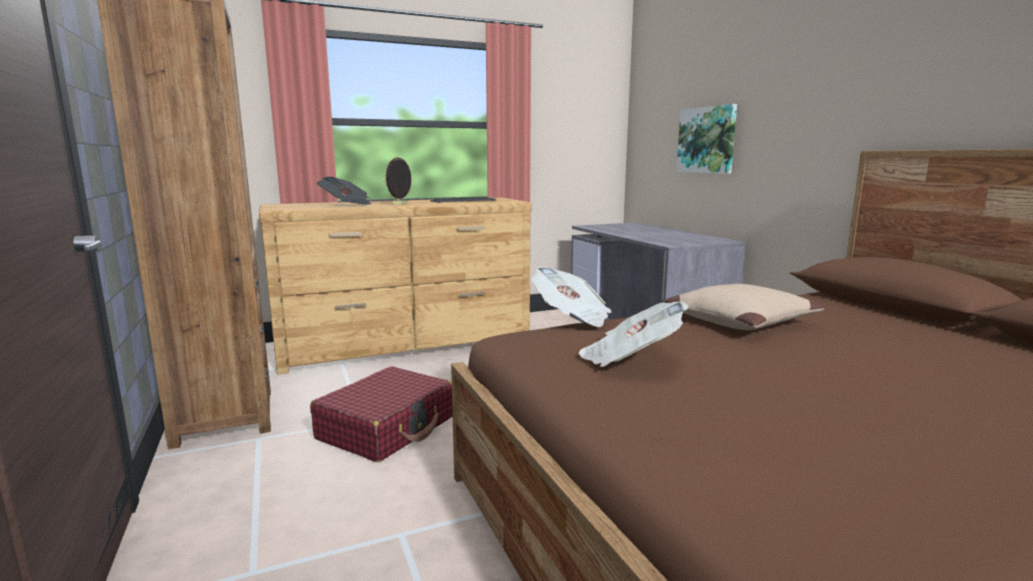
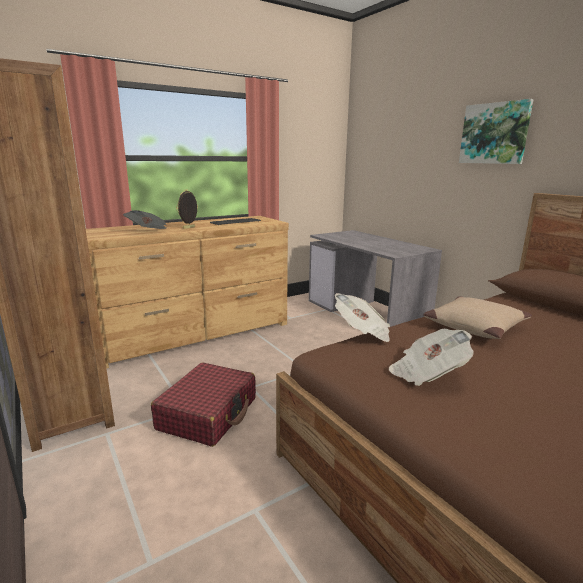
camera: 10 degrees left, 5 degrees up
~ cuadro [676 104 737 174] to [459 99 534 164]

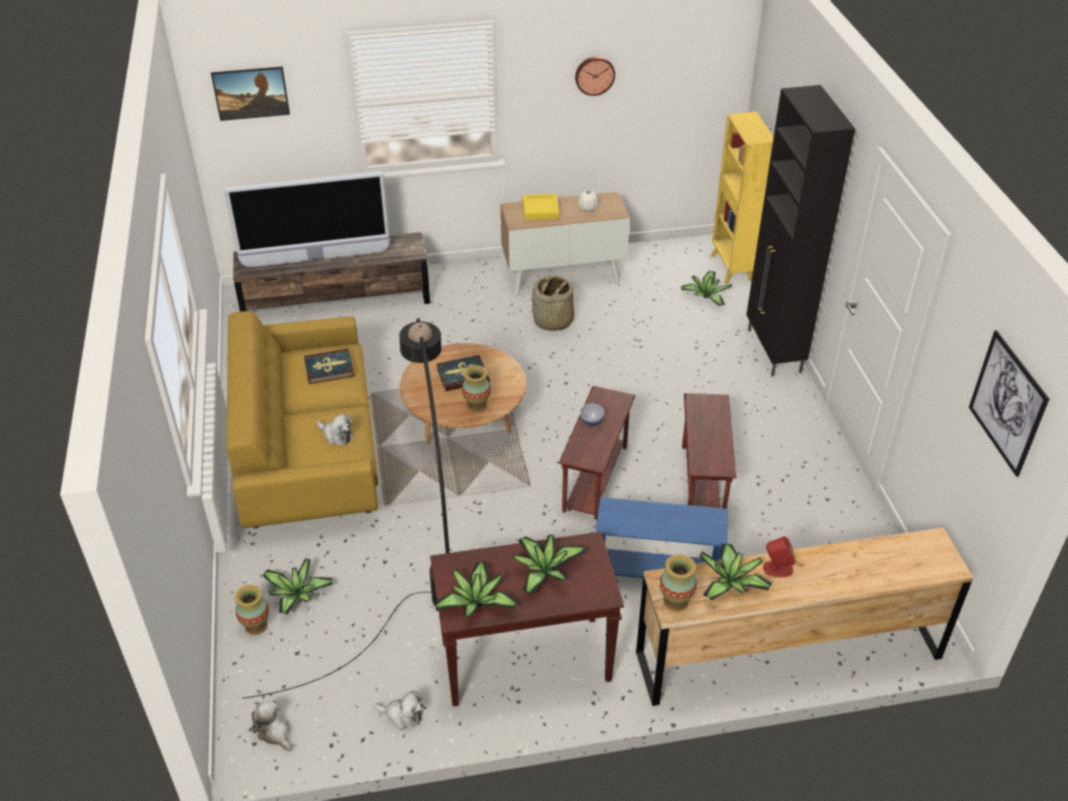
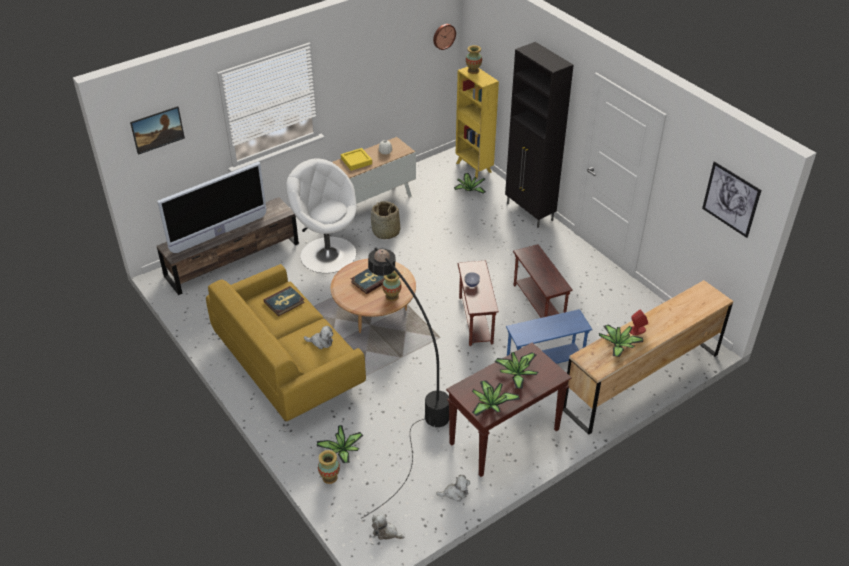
camera: 25 degrees left, 0 degrees up
~ reloj de pared [575 56 615 96] to [433 24 456 50]
~ florero [660 554 697 611] to [466 45 482 74]
+ sillón/blanco [286 158 356 273]

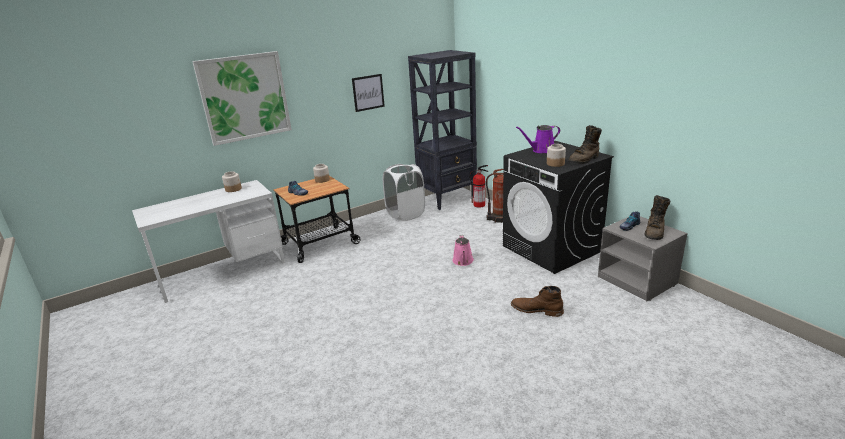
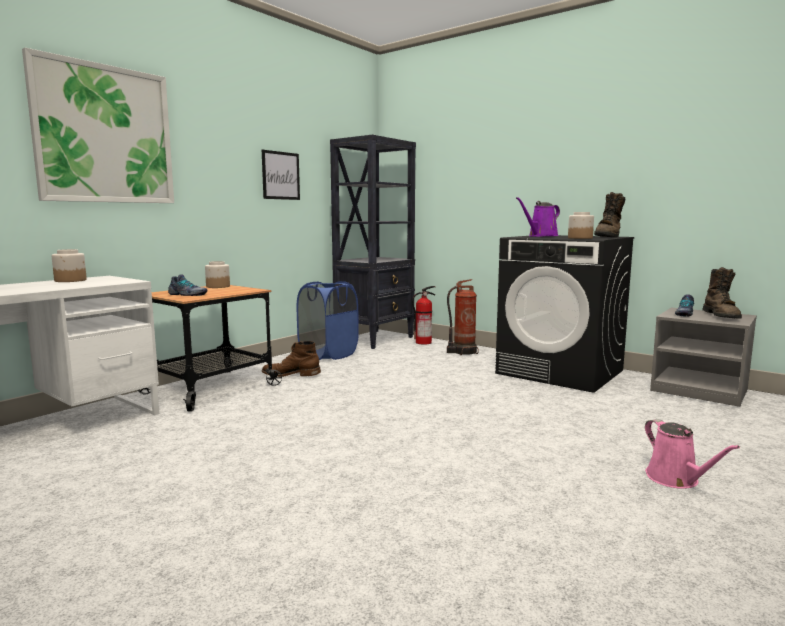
camera: 20 degrees left, 15 degrees down
~ cesto de la ropa/blanco [383 164 425 221] to cesto de la ropa/azul [297 281 359 360]
~ regadera/rosa [452 235 474 266] to [645 419 740 489]
~ bota/marrón [511 286 564 317] to [262 341 321 377]

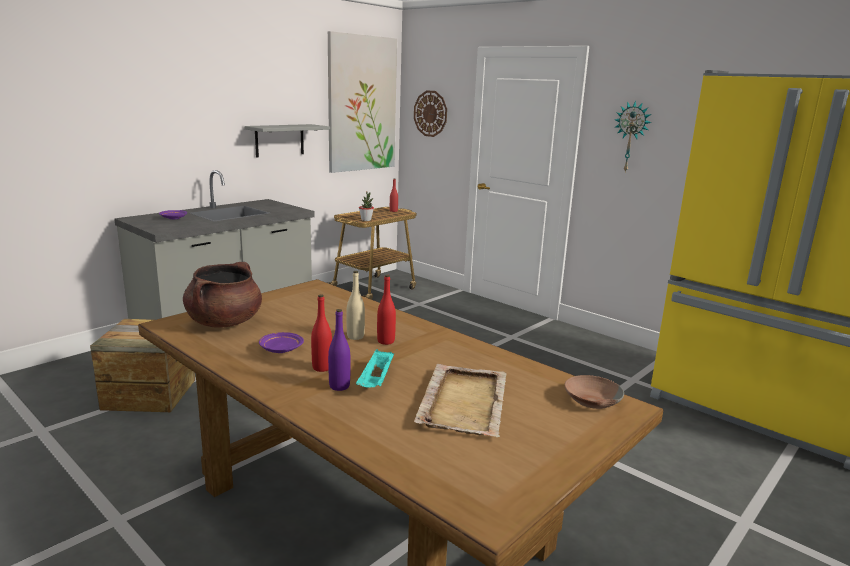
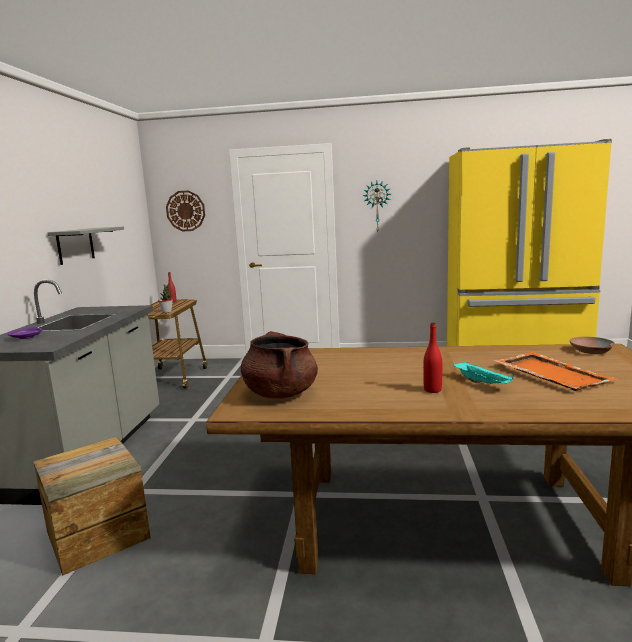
camera: 35 degrees left, 5 degrees down
- cuadro [328 31 397 173]
- botella/beis [346 271 365 340]
- botella/rojo [377 275 396 345]
- botella/morado [328 309 351 391]
- plato/morado [259 332 304 353]
~ bandeja/beis [414 364 507 437] to bandeja/naranja [493 352 618 391]

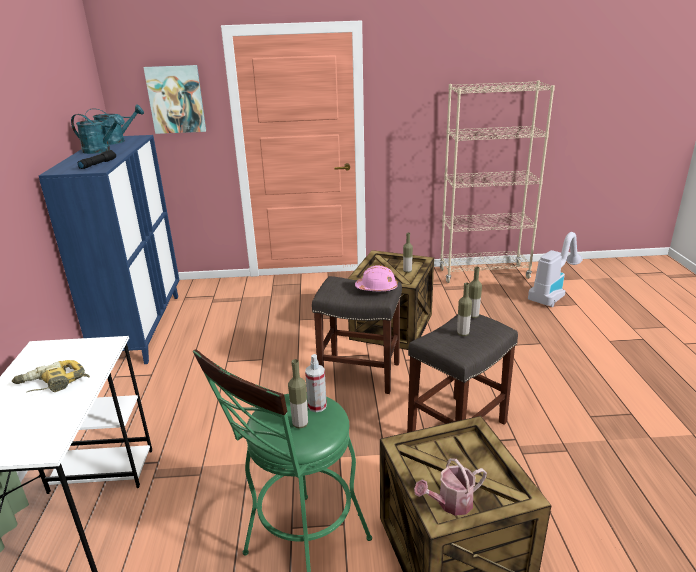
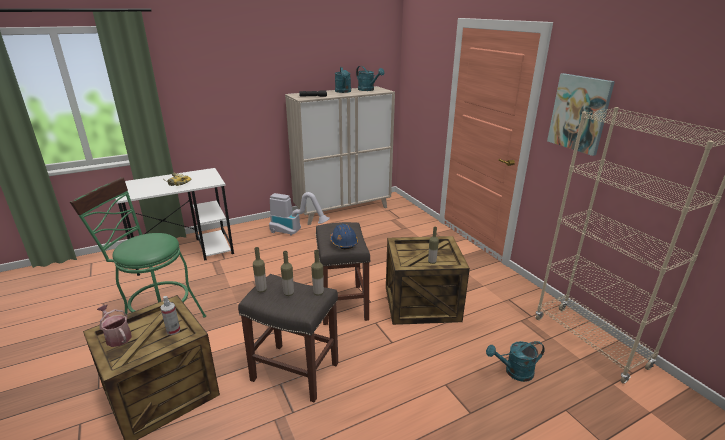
camera: 65 degrees right, 0 degrees up
~ cuadro [143 65 206 134] to [547 73 615 156]
~ armario/azul [39 135 179 364] to armario/beis [285 86 395 225]
~ aspiradora [528 232 583 307] to [269 192 330 236]
~ casco/rosa [355 265 398 291] to casco/azul [330 224 358 249]
~ pulverizador [305 354 327 412] to [160 296 180 335]
~ botella [288 359 308 429] to [253 247 267 292]
+ regadera/turquesa [486 341 545 382]

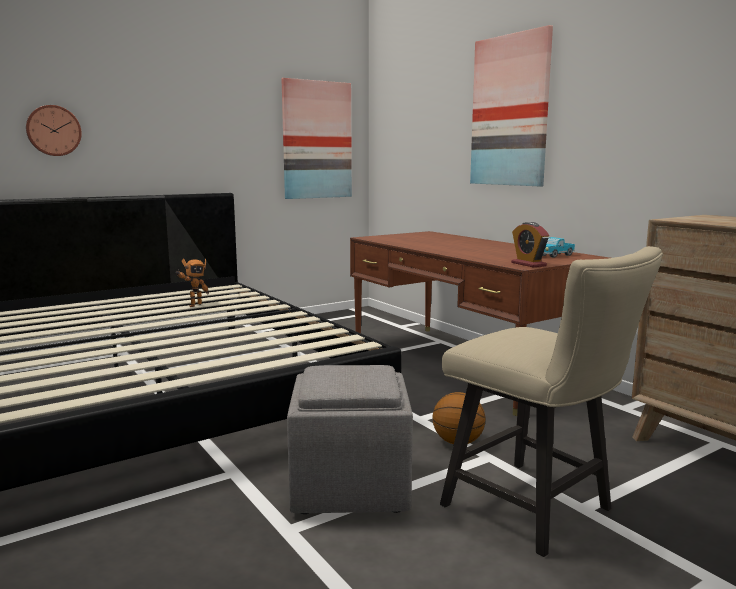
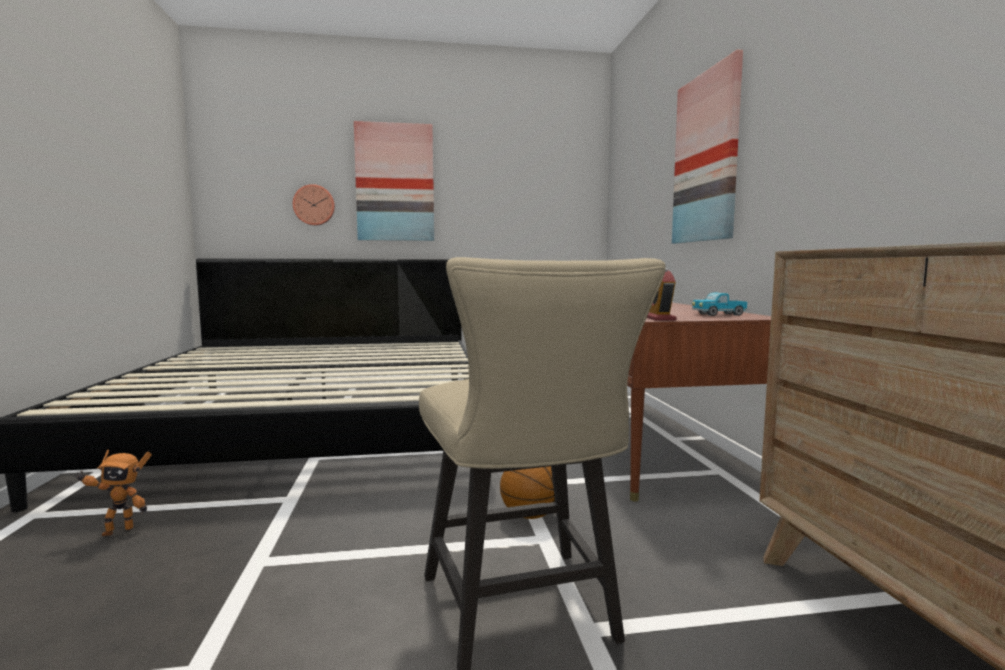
camera: 25 degrees right, 5 degrees down
~ cuadro [281 78 352 199] to [354 121 434 241]
~ robot de juguete [175 259 209 307] to [74 450 152 536]
- puf/gris [287 365 413 514]

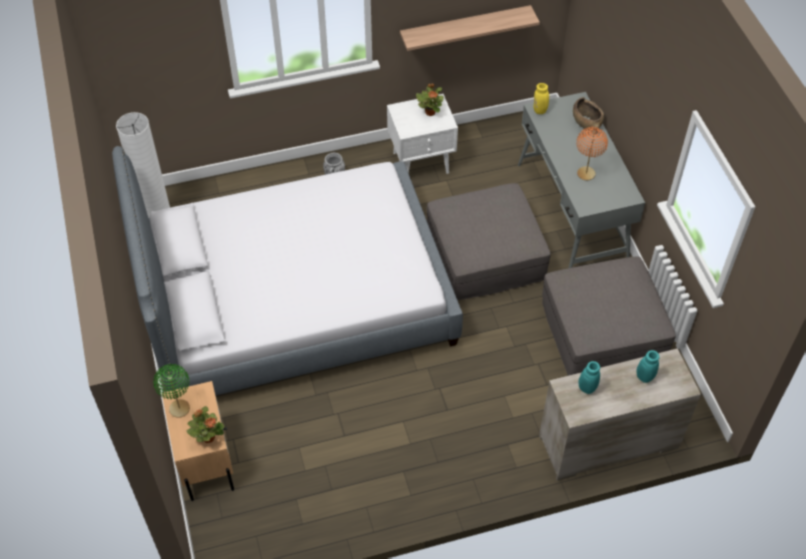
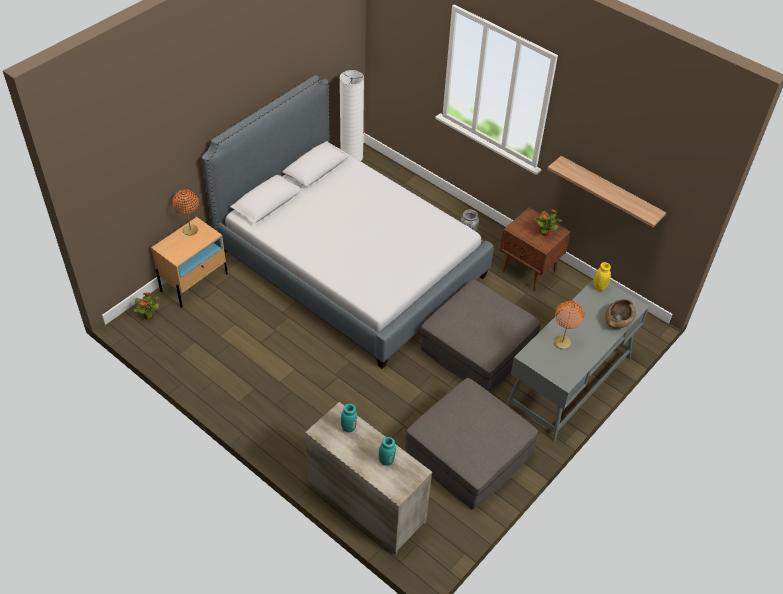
camera: 55 degrees right, 5 degrees down
~ mesita de noche/blanco [387 94 458 174] to mesita de noche/marrón [500 208 571 292]
~ lámpara de mesa/verde [153 364 190 418] to lámpara de mesa/naranja [173 189 199 236]
~ planta en maceta [187 406 224 443] to [134 292 159 320]

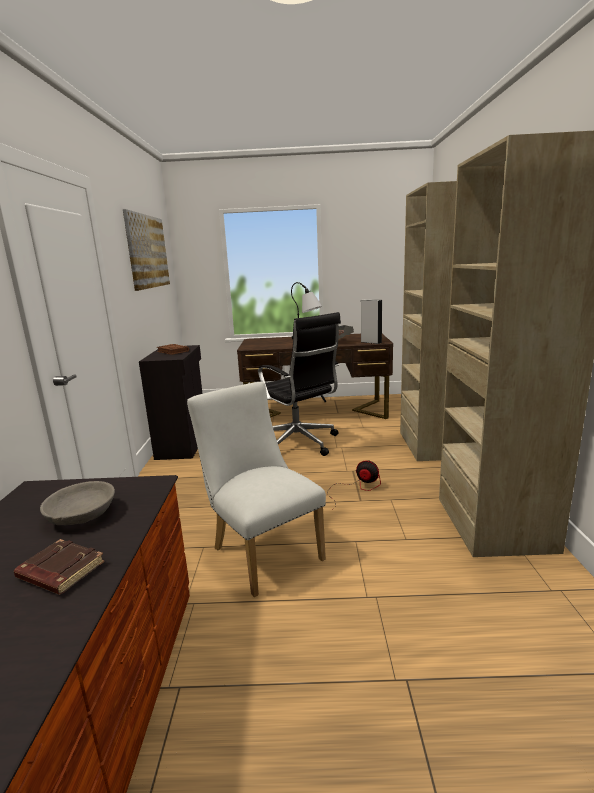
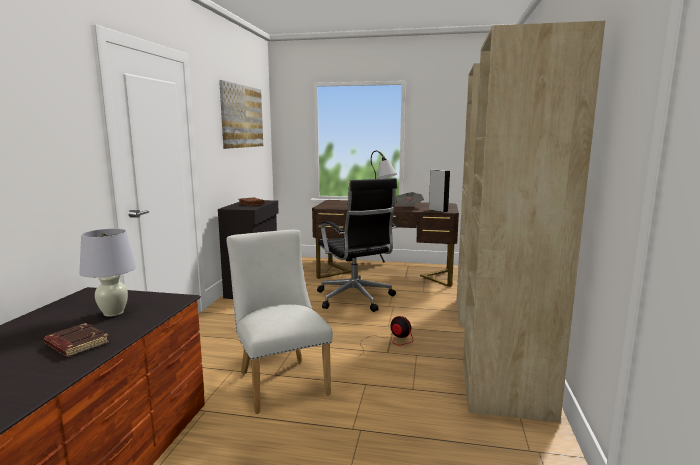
camera: 10 degrees right, 5 degrees down
~ cuenco/gris [40 481 115 525] to lámpara de mesa/blanco [79 229 136 316]

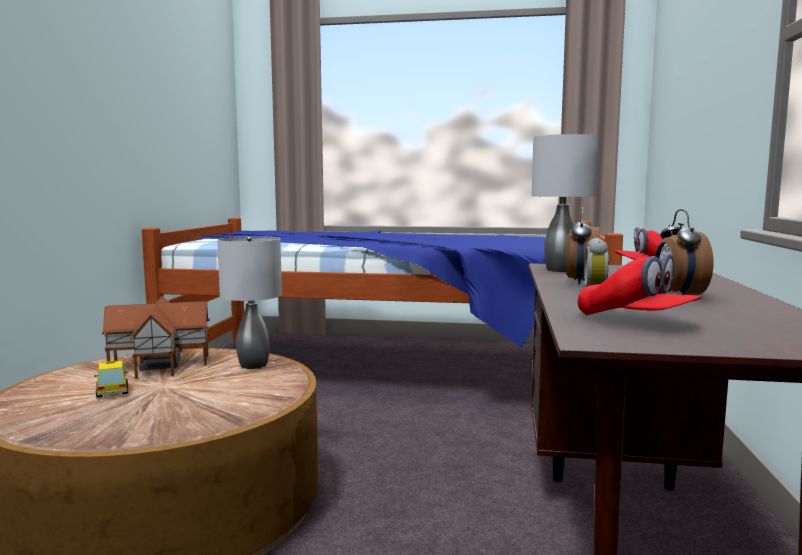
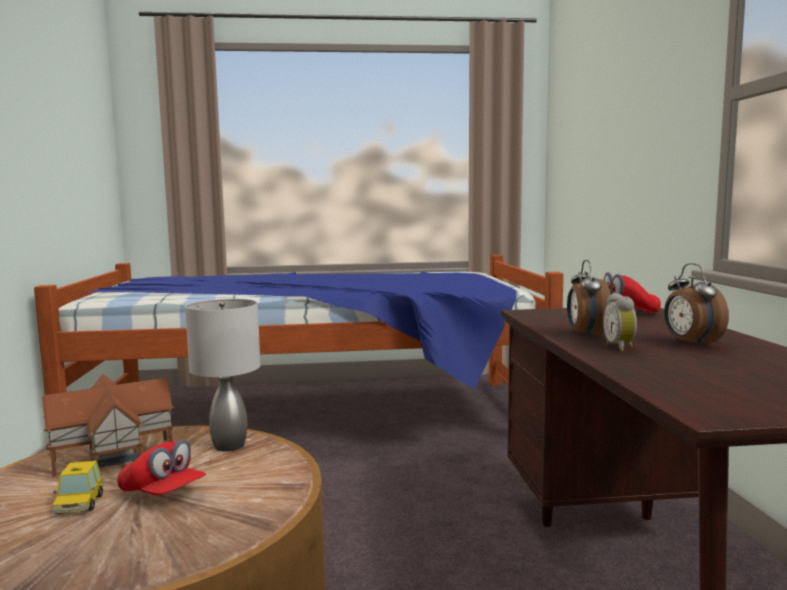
camera: 15 degrees left, 0 degrees up
- lámpara de mesa/gris [532 134 599 272]
~ gorra/rojo [578 254 702 316] to [117 439 206 495]
~ coche de juguete [94 360 129 398] = [52 461 104 514] 150 degrees counterclockwise

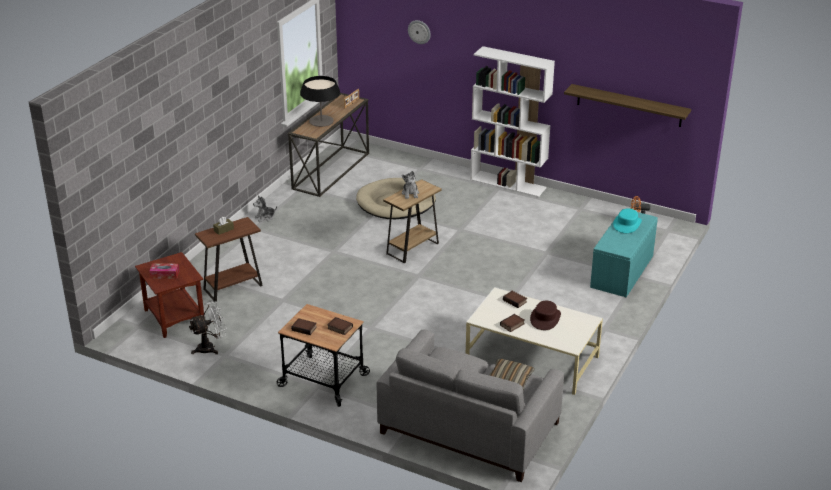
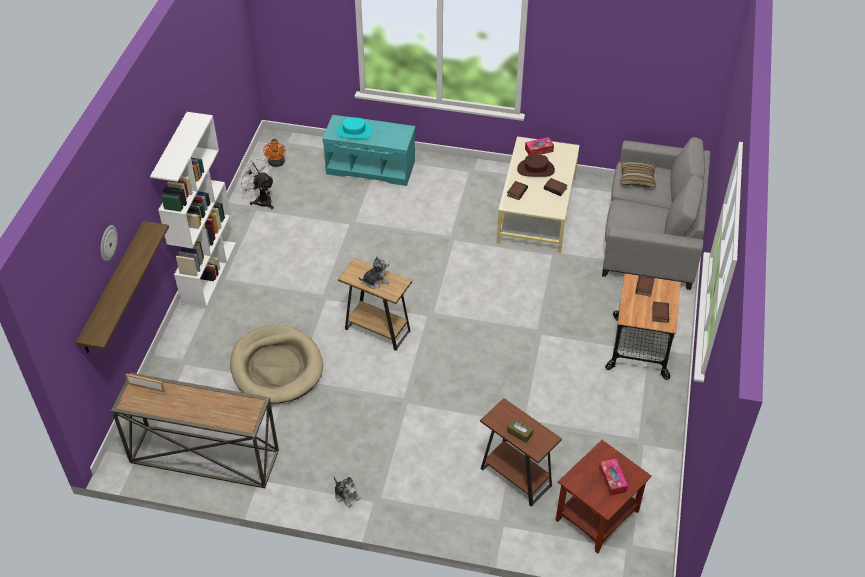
camera: 105 degrees left, 15 degrees up
- lámpara de mesa [300 76 340 127]
~ estante [564 84 691 127] to [76 221 169 353]
~ ventilador/blanco [189 301 227 354] to [237 157 274 209]
+ caja de pañuelos [525 137 554 155]

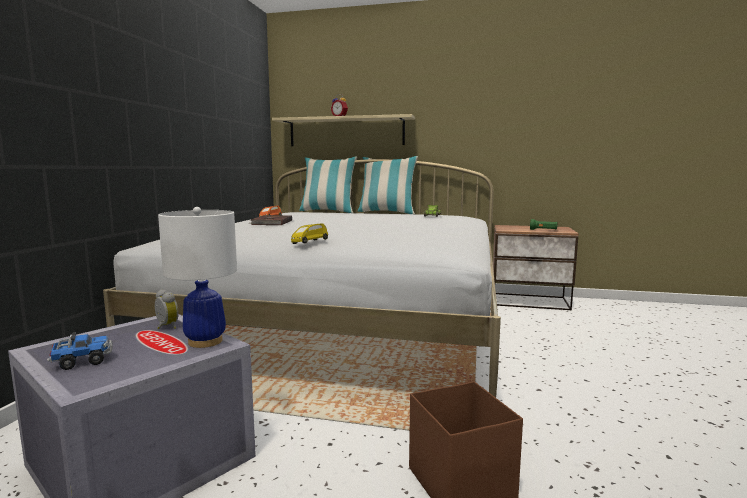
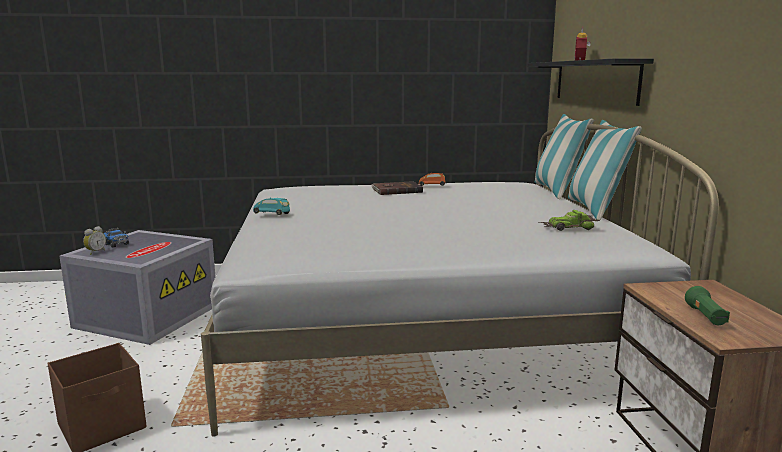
camera: 70 degrees right, 5 degrees up
~ estante/beis [272 114 415 146] to estante/negro [528 58 654 106]
- lámpara de mesa/blanco [158 207 237 348]
~ coche de juguete/amarillo [291 224 328 244] to coche de juguete/turquesa [253 198 290 215]
~ despertador [155 290 179 329] to [83 226 106 255]

